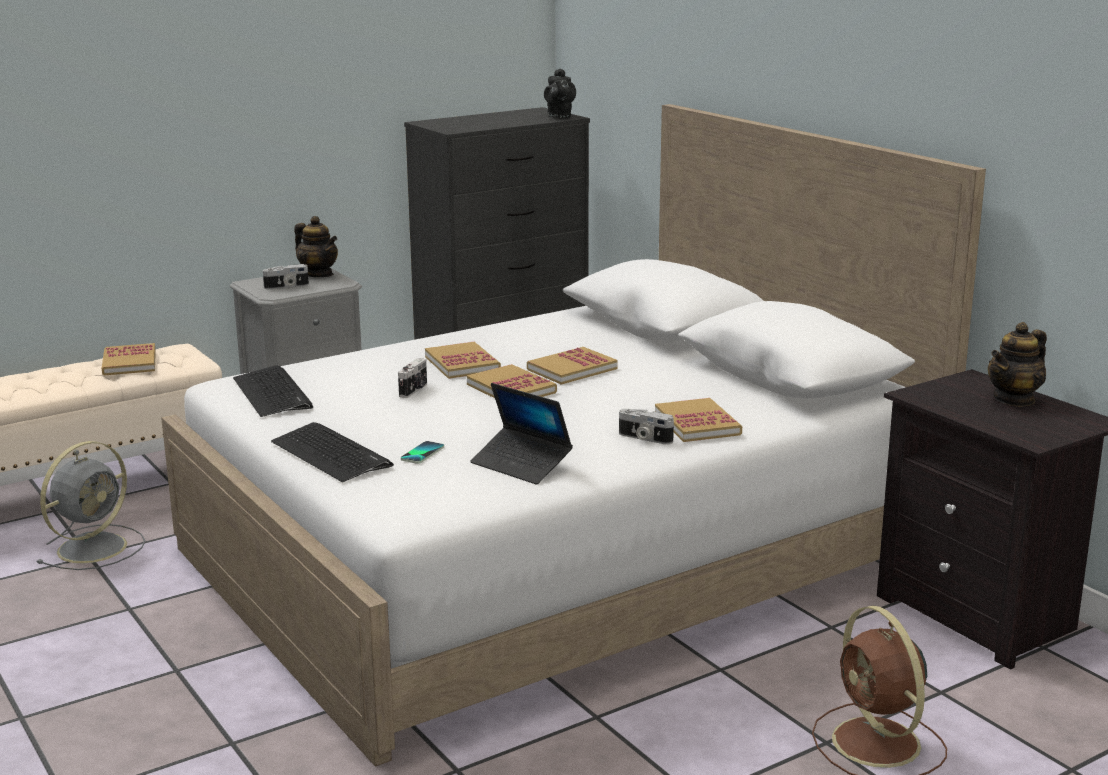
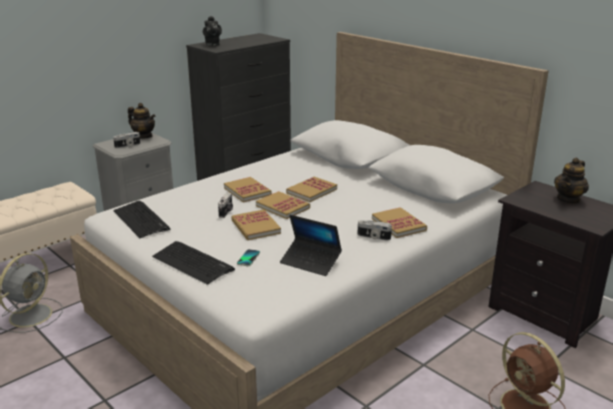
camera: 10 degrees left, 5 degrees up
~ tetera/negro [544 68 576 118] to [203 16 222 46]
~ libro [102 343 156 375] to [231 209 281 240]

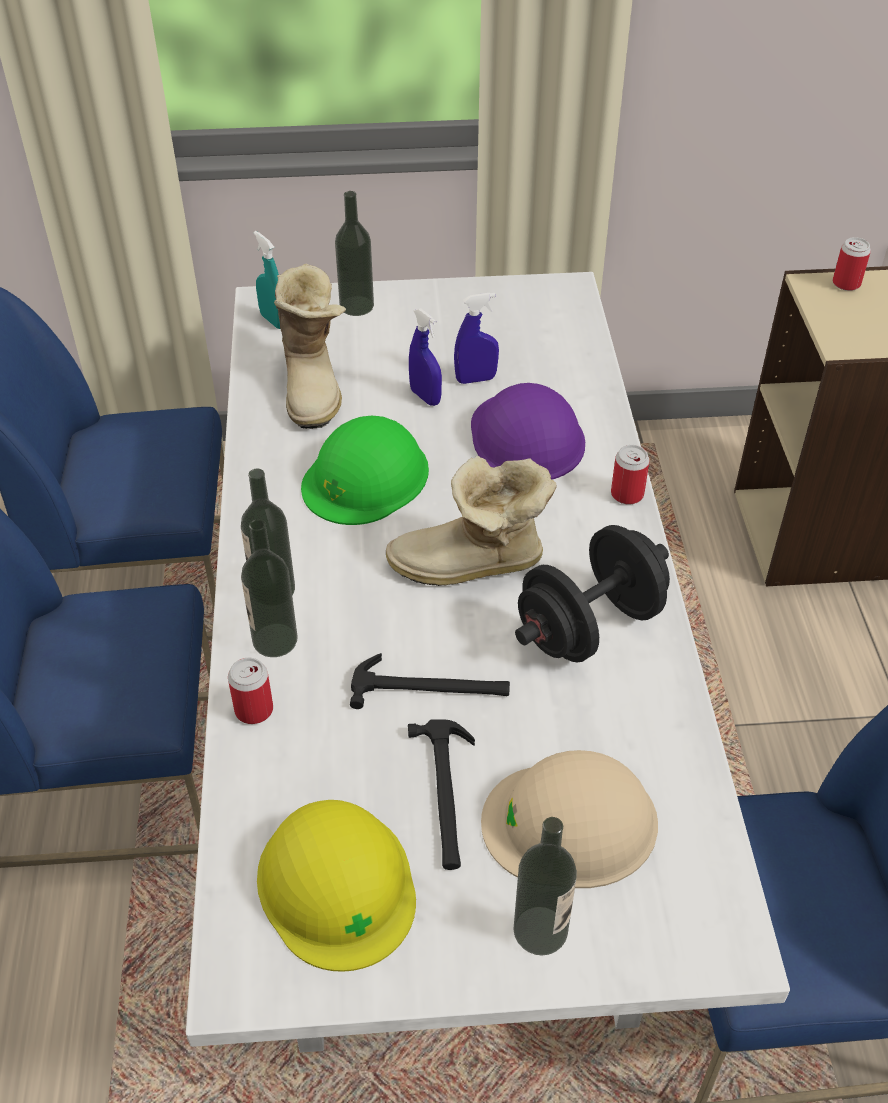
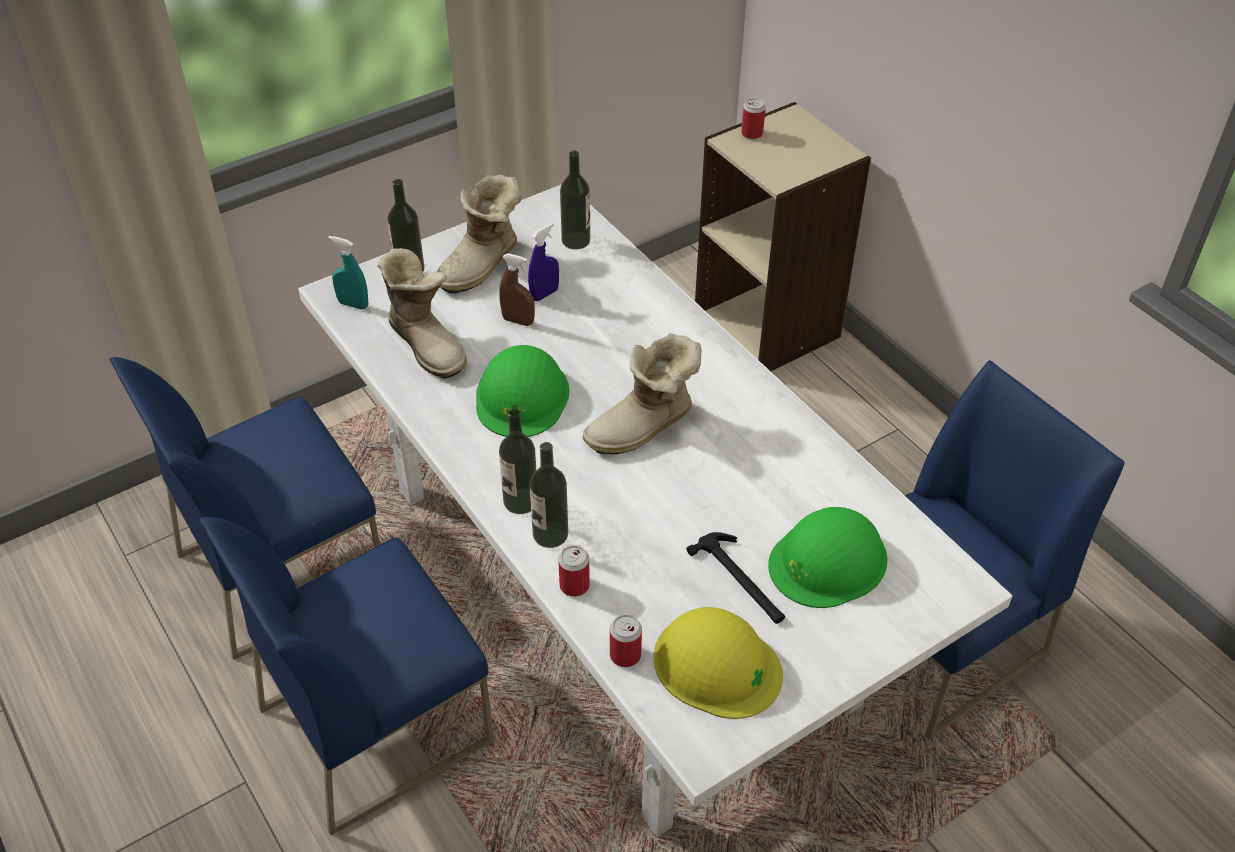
camera: 30 degrees left, 0 degrees up
~ pulverizador/azul [409 308 442 406] to pulverizador/marrón [499 253 535 326]
- casco/morado [471 383 585 480]
~ lata [611 445 650 505] to [610 614 642 667]
- mancuerna/negro [515 525 670 663]
- martillo [350 653 510 709]
~ casco/beis [481 750 658 888] to casco/verde [768 507 888 608]
~ botella [513 817 577 956] to [560 151 590 250]
+ bota [437 175 522 294]

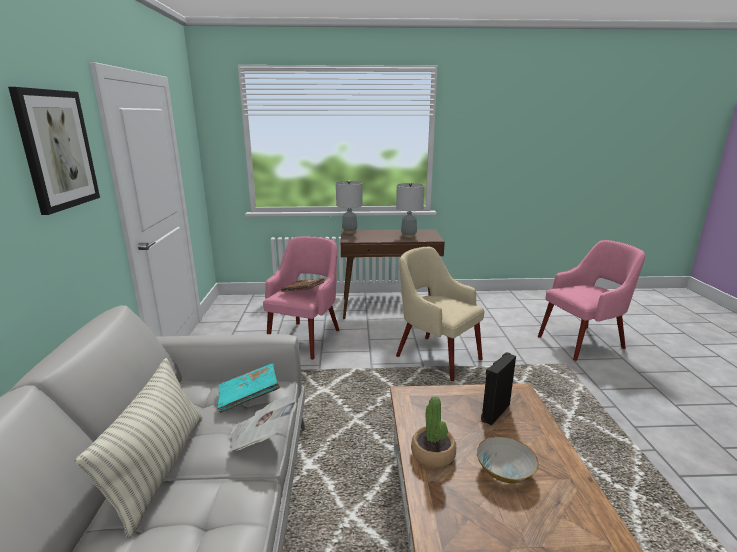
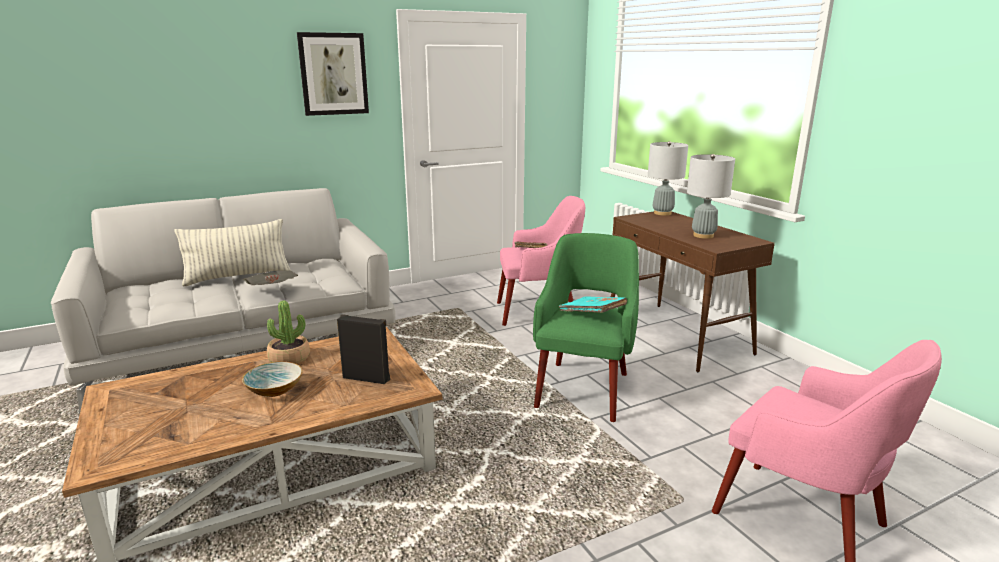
camera: 65 degrees right, 0 degrees up
~ sillón/beis [396 247 485 381] to sillón/verde [533 233 639 422]
~ libro/turquesa [218 363 280 413] to [559 297 627 313]

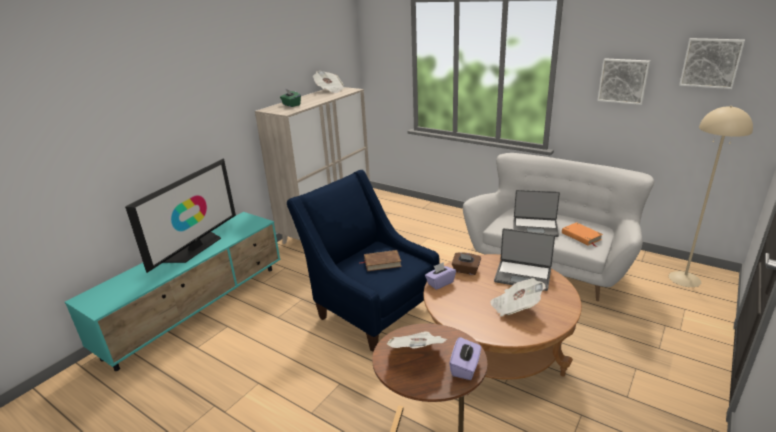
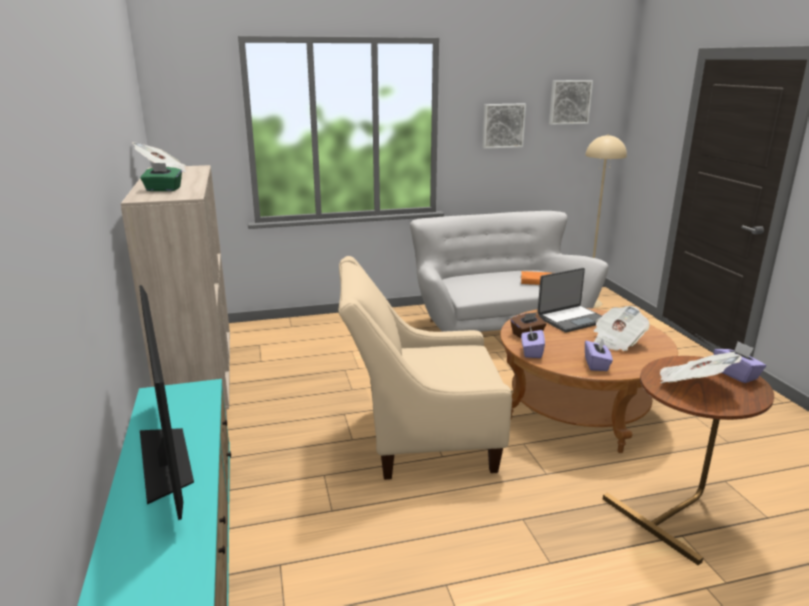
camera: 50 degrees left, 5 degrees down
~ sillón/azul [287 170 440 352] to sillón/beis [339 256 512 480]
- portátil [514 190 560 237]
- libro/marrón [359 250 402 271]
+ caja de pañuelos/morado [585 338 613 371]

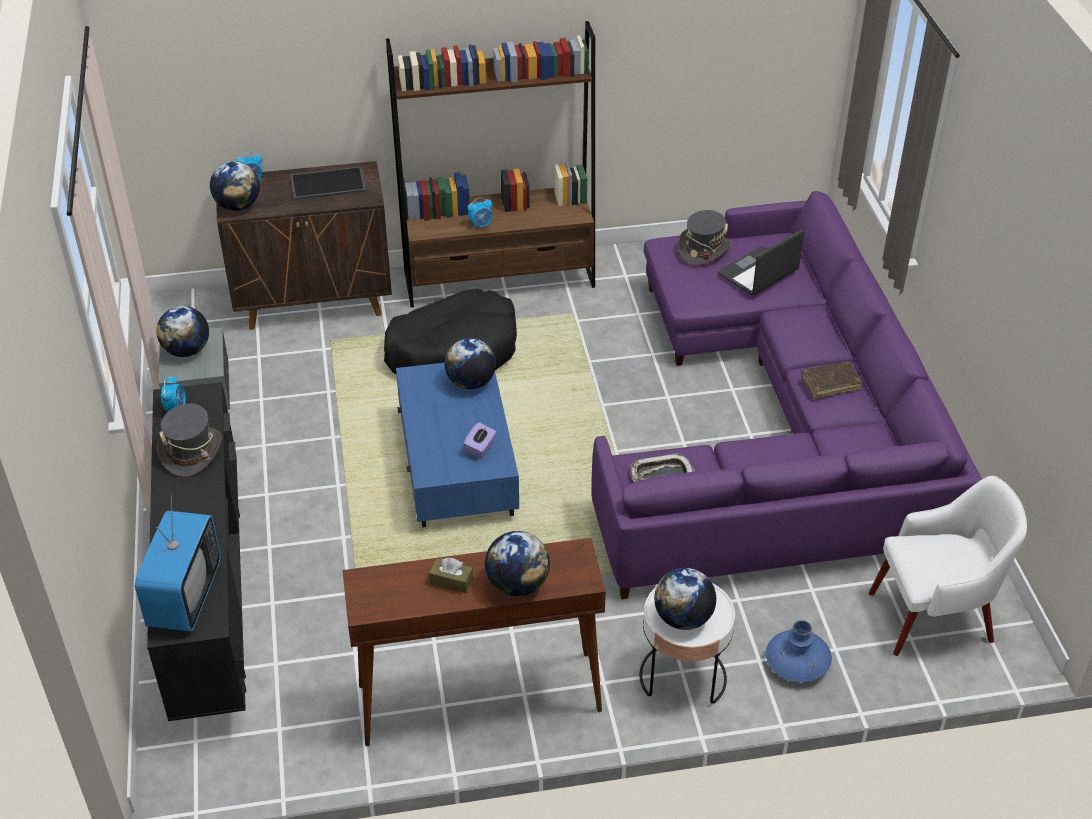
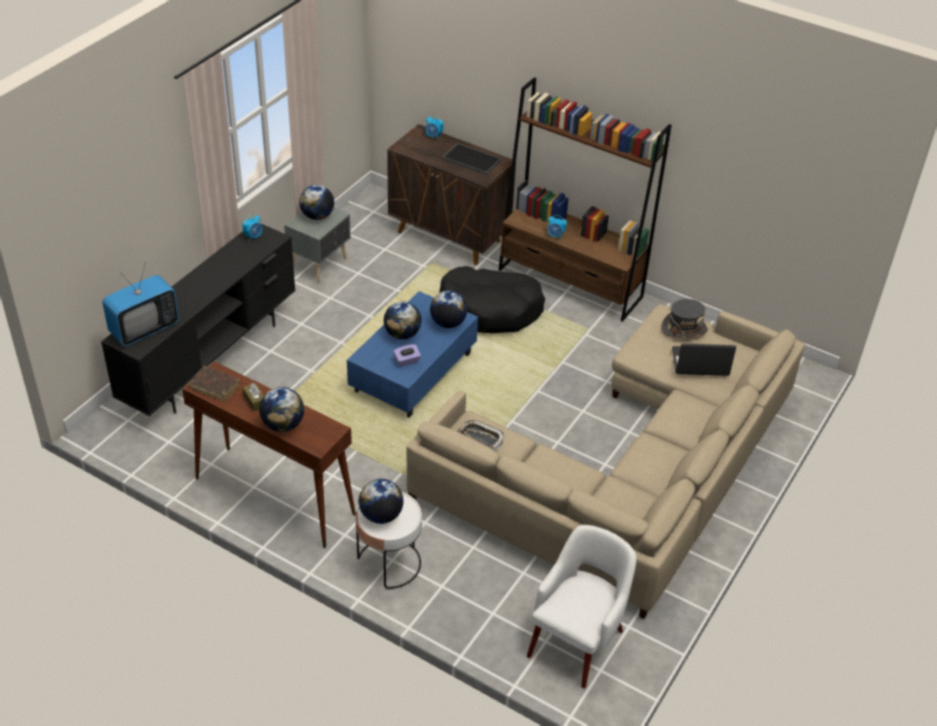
camera: 40 degrees right, 0 degrees up
~ globo terráqueo [210 161 260 211] to [384 301 422 339]
~ sofá/morado [591 191 982 599] to sofá/beis [406 304 805 619]
~ libro/marrón [801 362 863 399] to [189 366 241 402]
- sombrero/gris [157 404 221 477]
~ sillón/blanco [869 476 1027 656] = [527 525 637 688] 90 degrees counterclockwise
- florero/azul [766 620 832 682]

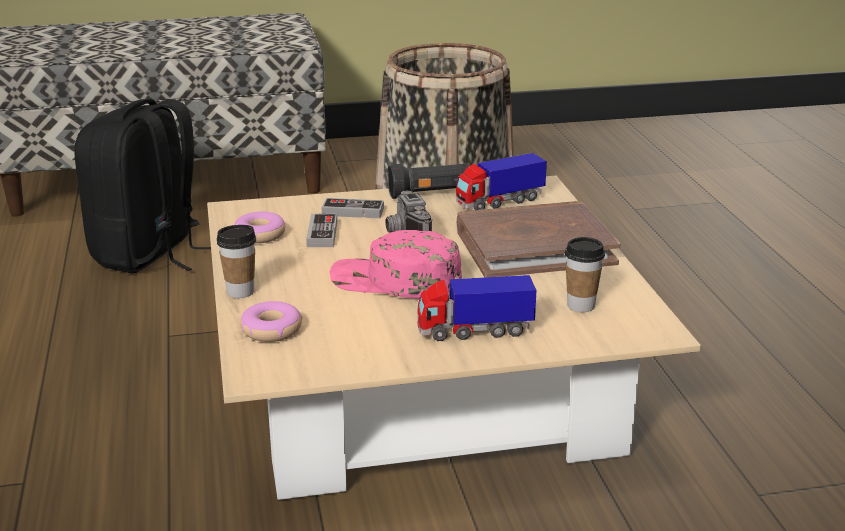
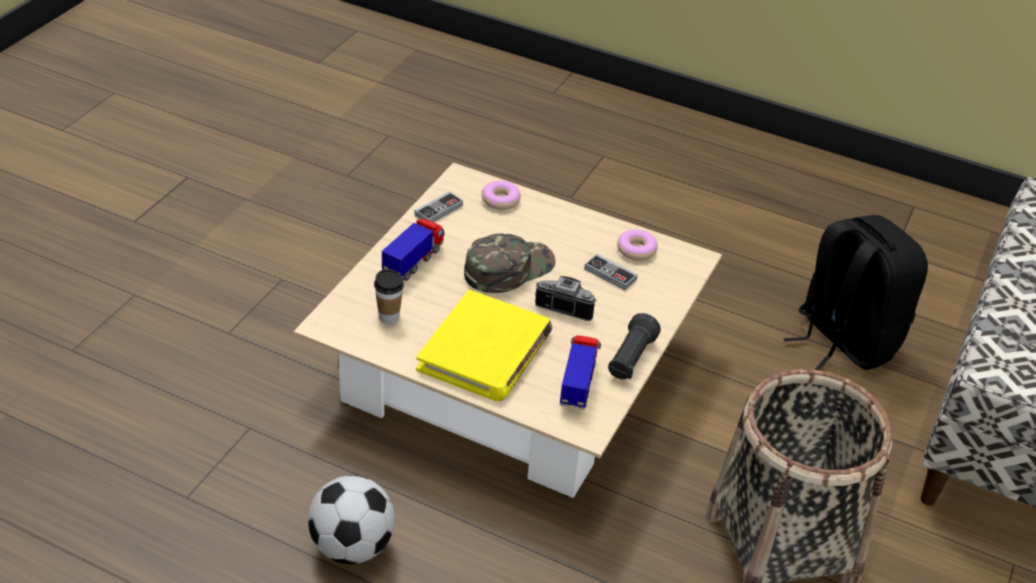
camera: 125 degrees right, 15 degrees up
~ mando de consola [322 198 384 218] to [415 191 463 222]
~ libro/marrón [457 201 620 277] to libro/amarillo [416 290 553 401]
- taza [217 225 256 298]
~ gorra/rosa [330 230 462 298] to gorra/verde [464 233 556 293]
+ balón de fútbol [308 475 395 564]

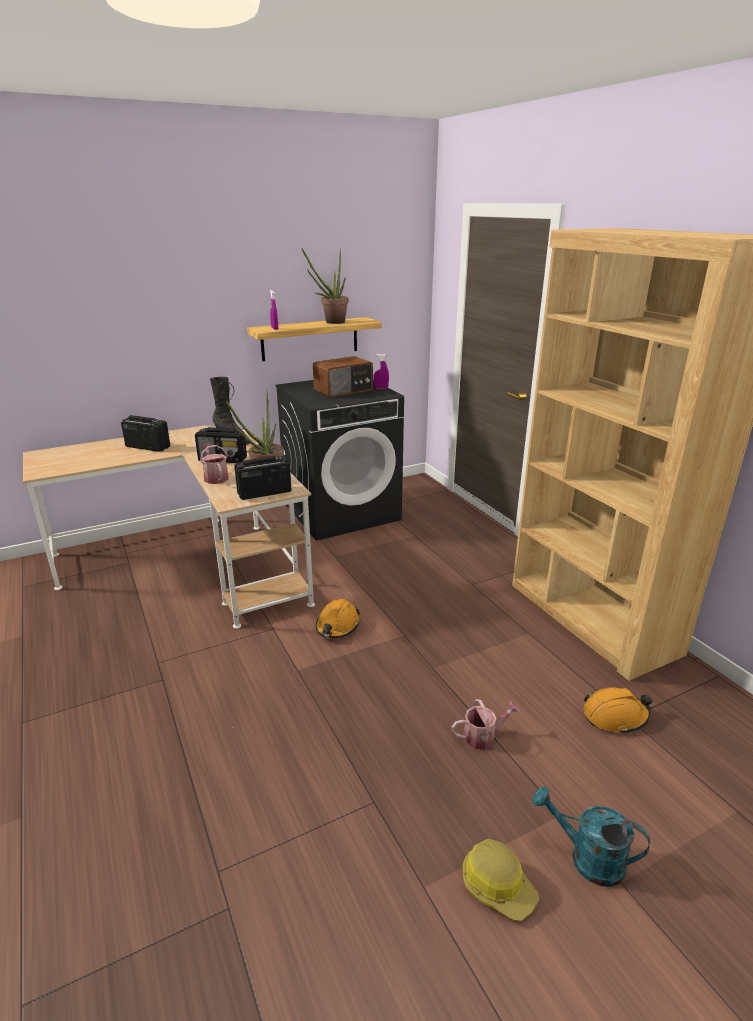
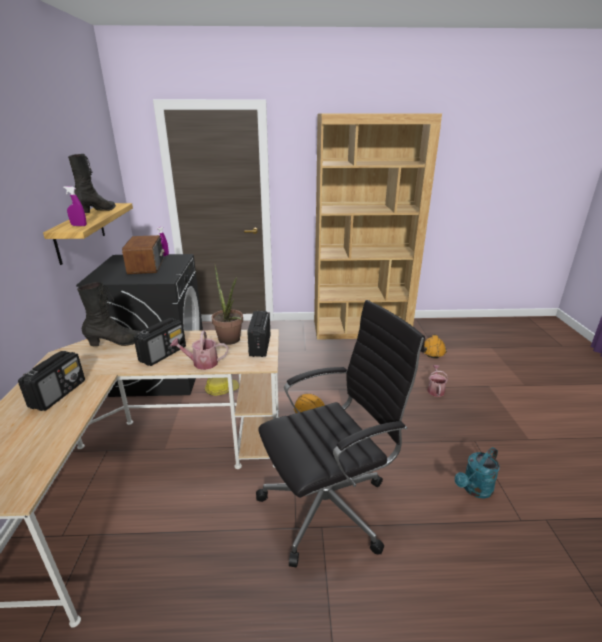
camera: 65 degrees left, 0 degrees up
~ planta en maceta [301 247 349 324] to bota/negro [68 154 116 213]
~ radio [121 415 170 452] = [18 351 85 411] 150 degrees clockwise
~ regadera/turquesa [532 786 650 887] to [455 447 500 499]
~ casco [462 839 539 921] to [205 378 239 396]
+ silla de oficina/negro [256 300 425 567]

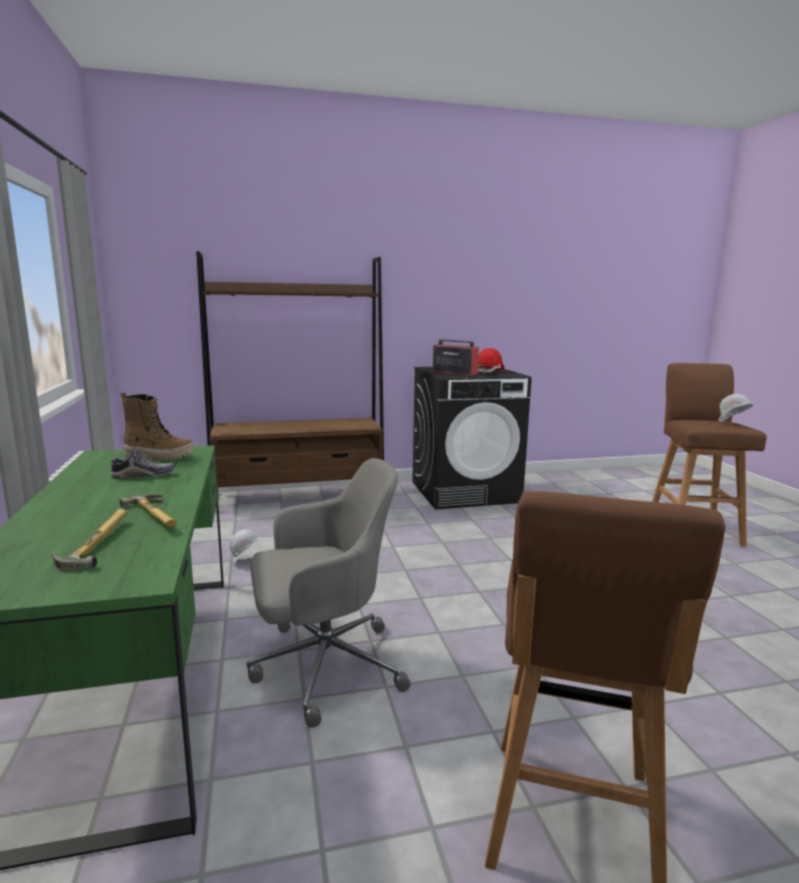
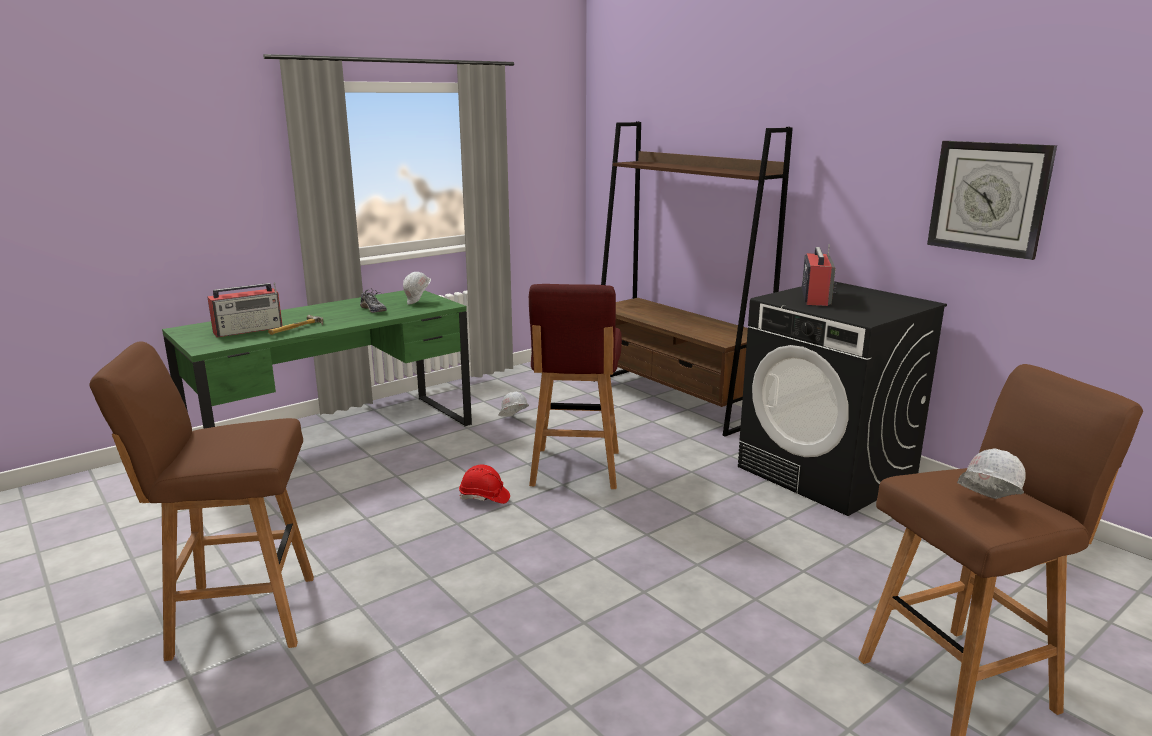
camera: 65 degrees right, 5 degrees up
~ casco/rojo [478 348 504 373] to [459 465 510 504]
~ bota [121 392 194 460] to casco/blanco [403 272 431 305]
- silla de oficina/gris [247 458 411 728]
~ martillo [51 509 127 570] to radio [207 282 283 337]
+ reloj de pared [927 141 1057 260]
+ taburete/rojo [529 284 622 489]

